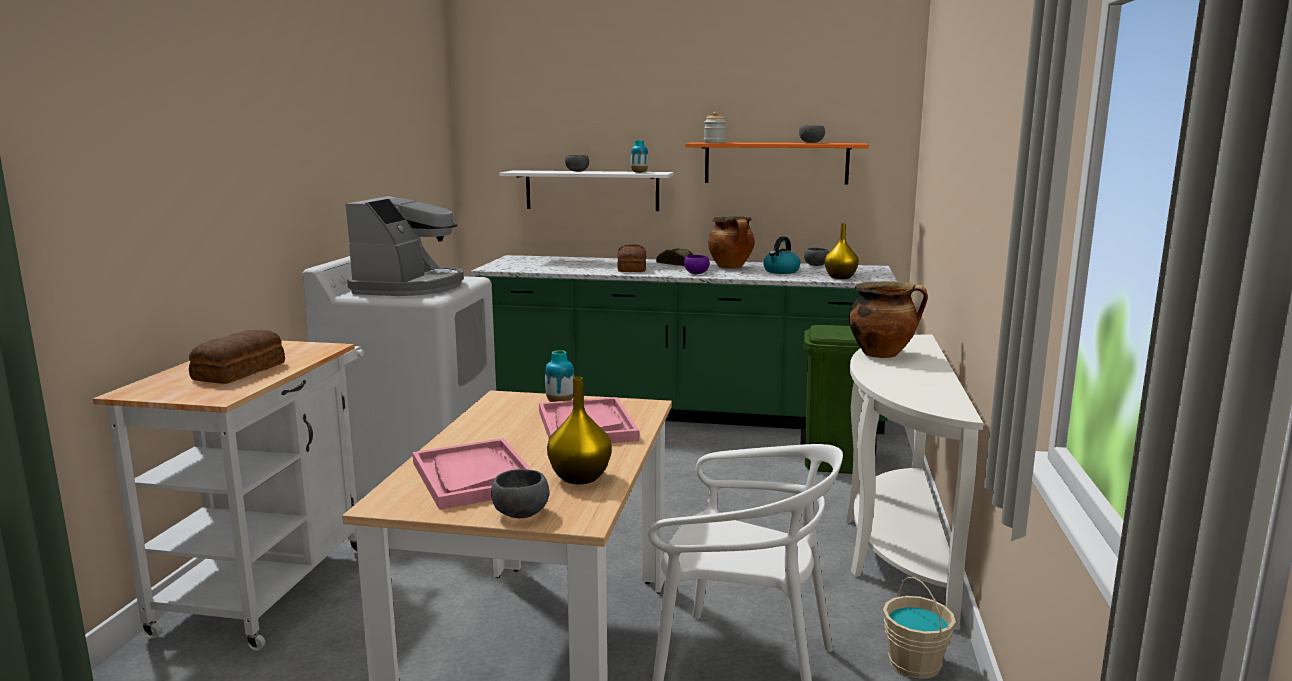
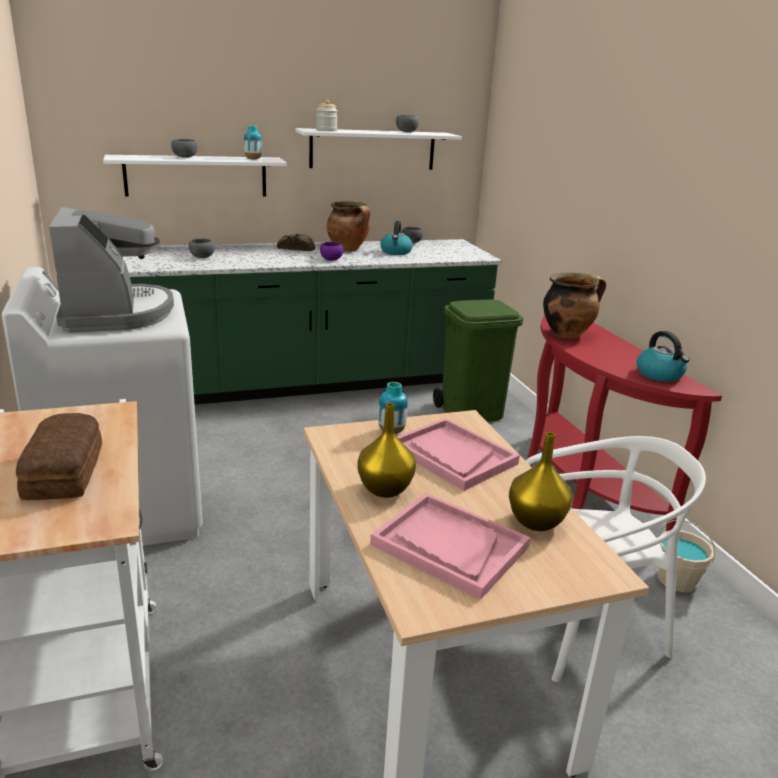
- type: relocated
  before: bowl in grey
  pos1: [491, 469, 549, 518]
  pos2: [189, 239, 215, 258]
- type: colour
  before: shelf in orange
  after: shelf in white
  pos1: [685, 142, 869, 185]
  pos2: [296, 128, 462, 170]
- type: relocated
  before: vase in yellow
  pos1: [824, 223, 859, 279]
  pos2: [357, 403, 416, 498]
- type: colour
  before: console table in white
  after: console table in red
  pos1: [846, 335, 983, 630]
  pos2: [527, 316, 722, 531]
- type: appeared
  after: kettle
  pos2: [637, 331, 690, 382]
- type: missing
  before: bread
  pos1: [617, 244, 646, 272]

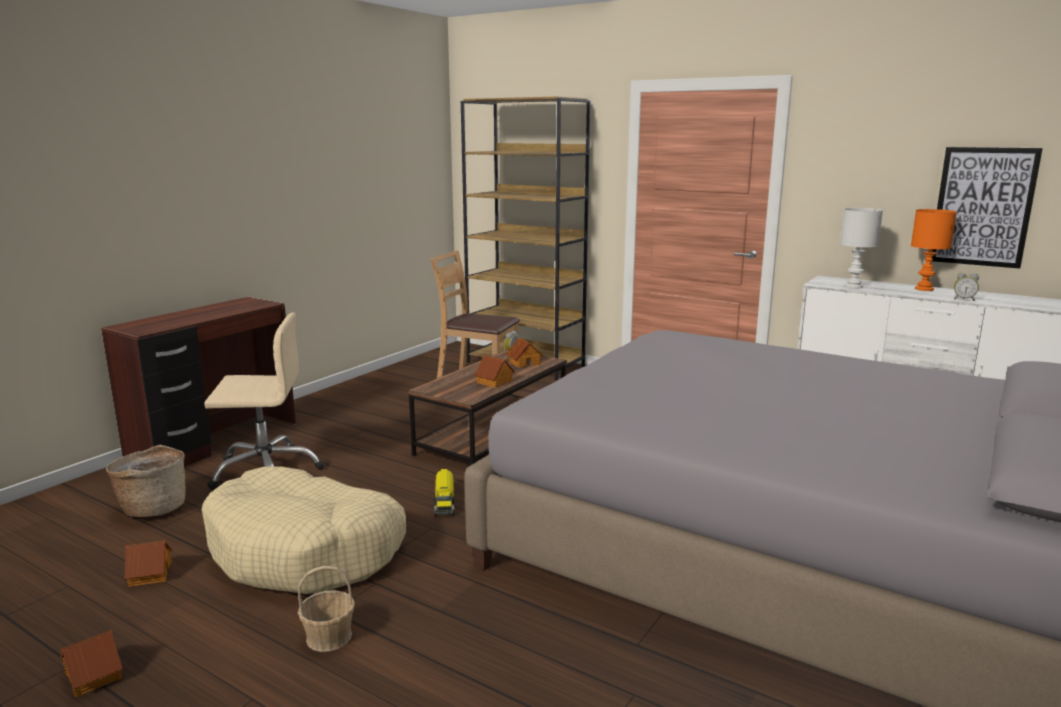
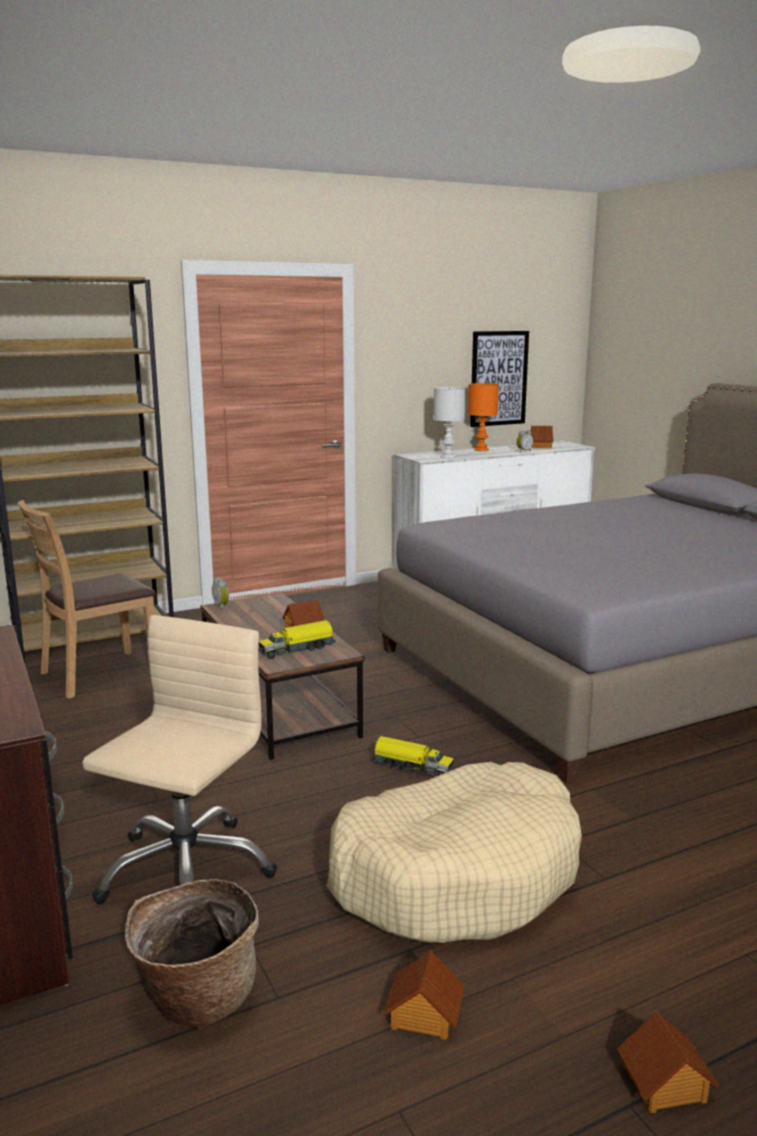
- type: appeared
  after: toy truck
  pos2: [258, 620, 336, 659]
- type: relocated
  before: toy house
  pos1: [506, 337, 544, 368]
  pos2: [531, 426, 553, 448]
- type: missing
  before: basket
  pos1: [298, 566, 355, 652]

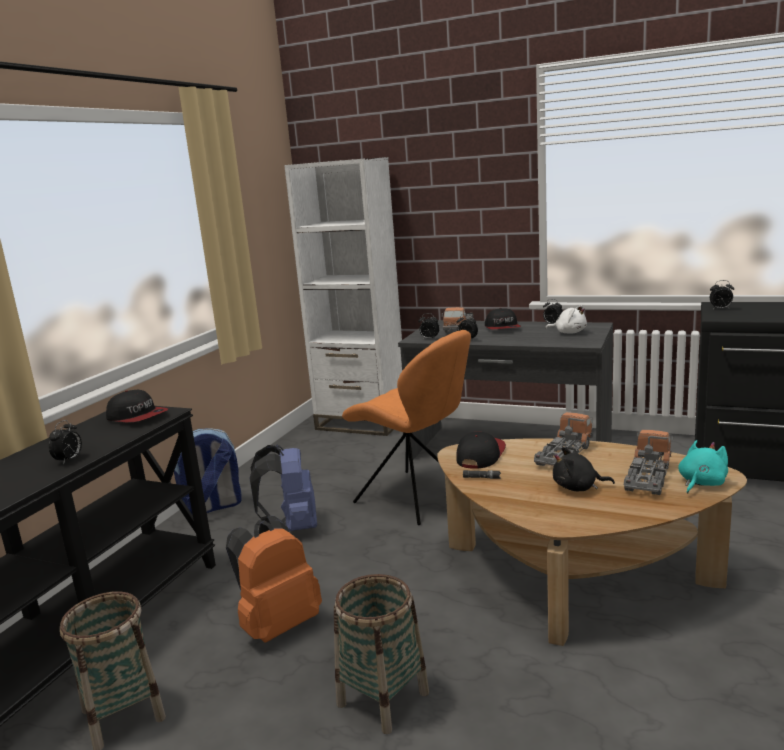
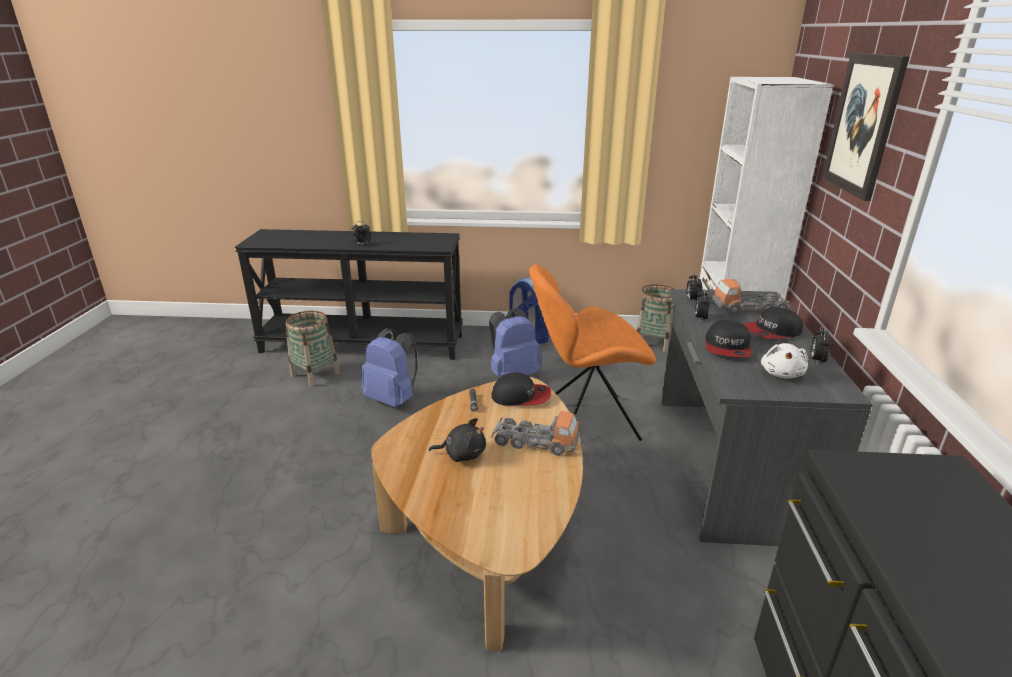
- type: colour
  before: backpack in orange
  after: backpack in blue
  pos1: [226, 516, 322, 642]
  pos2: [361, 328, 418, 407]
- type: spun
  before: plush toy in black
  pos1: [553, 447, 615, 492]
  pos2: [429, 418, 486, 462]
  turn: 105
- type: spun
  before: chair in orange
  pos1: [342, 330, 471, 525]
  pos2: [529, 264, 656, 441]
  turn: 60
- type: relocated
  before: basket
  pos1: [334, 574, 429, 734]
  pos2: [637, 284, 674, 352]
- type: relocated
  before: cap
  pos1: [106, 390, 168, 423]
  pos2: [705, 320, 752, 357]
- type: appeared
  after: picture
  pos2: [822, 53, 909, 201]
- type: missing
  before: toy truck
  pos1: [624, 430, 673, 495]
- type: missing
  before: plush toy in turquoise
  pos1: [678, 440, 728, 494]
- type: missing
  before: alarm clock
  pos1: [710, 280, 734, 309]

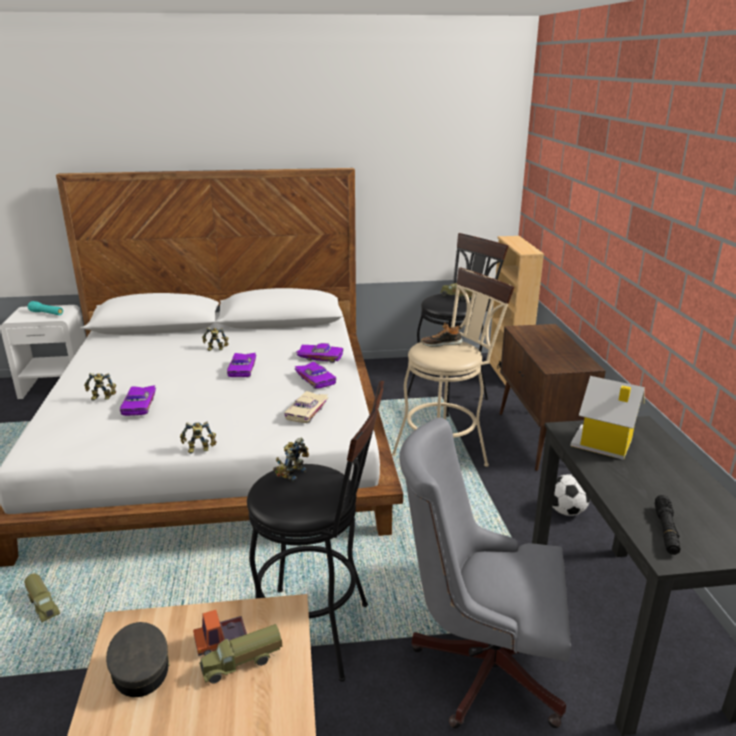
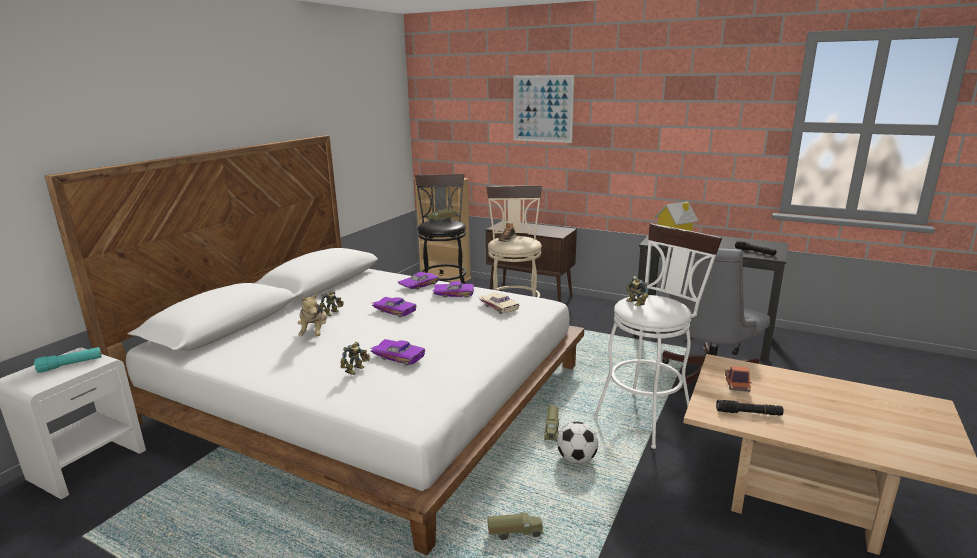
- type: appeared
  after: plush toy
  pos2: [298, 293, 327, 336]
- type: appeared
  after: picture
  pos2: [514, 75, 574, 143]
- type: relocated
  before: toy truck
  pos1: [199, 624, 282, 684]
  pos2: [544, 405, 559, 441]
- type: relocated
  before: football
  pos1: [553, 474, 590, 516]
  pos2: [557, 422, 598, 464]
- type: colour
  before: stool in black
  after: stool in white
  pos1: [247, 381, 384, 681]
  pos2: [593, 224, 722, 449]
- type: exchanged
  before: cap in grey
  after: flashlight in black
  pos1: [106, 622, 170, 697]
  pos2: [716, 400, 784, 416]
- type: missing
  before: toy robot
  pos1: [180, 422, 217, 454]

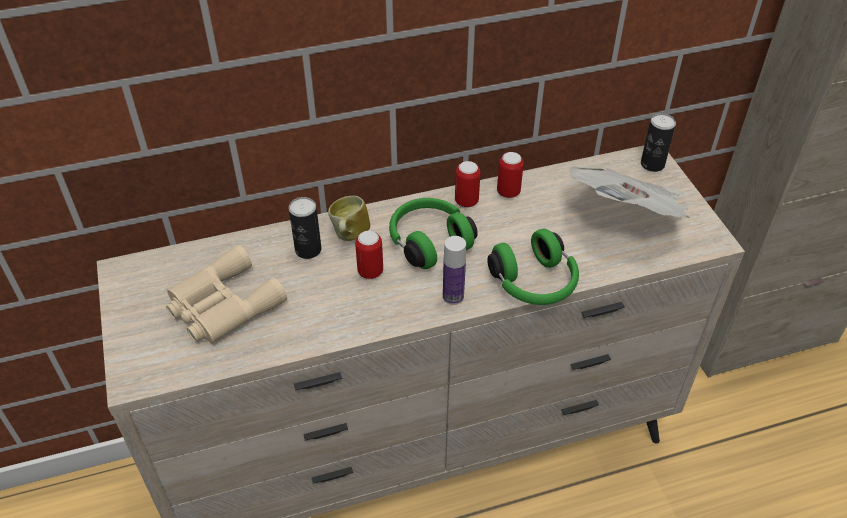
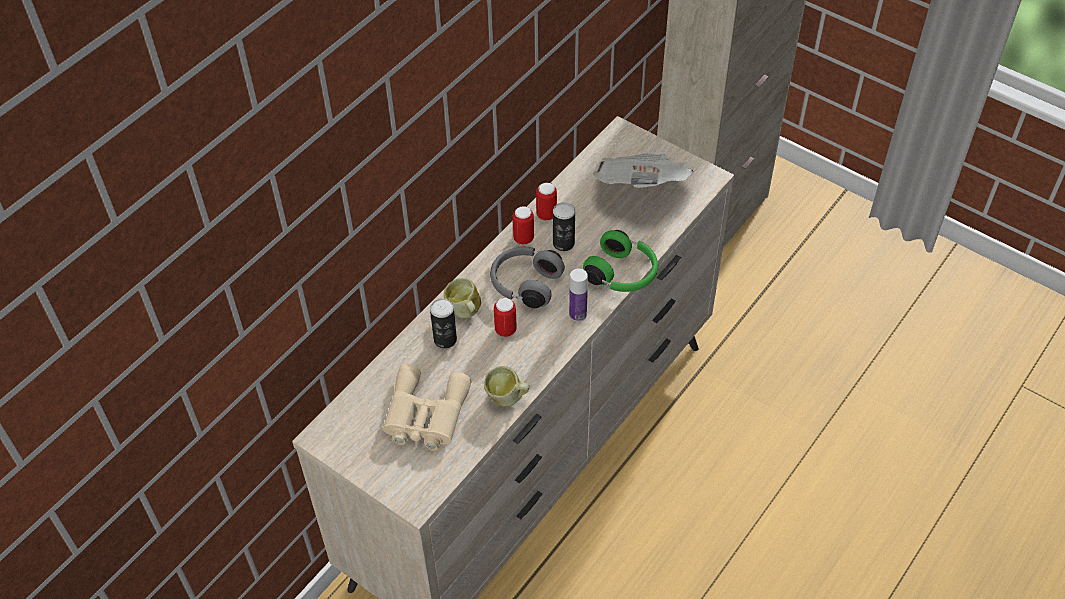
- type: appeared
  after: mug
  pos2: [484, 366, 530, 407]
- type: colour
  before: headphones in green
  after: headphones in grey
  pos1: [389, 198, 478, 269]
  pos2: [490, 247, 565, 308]
- type: relocated
  before: can
  pos1: [641, 113, 676, 172]
  pos2: [553, 202, 575, 251]

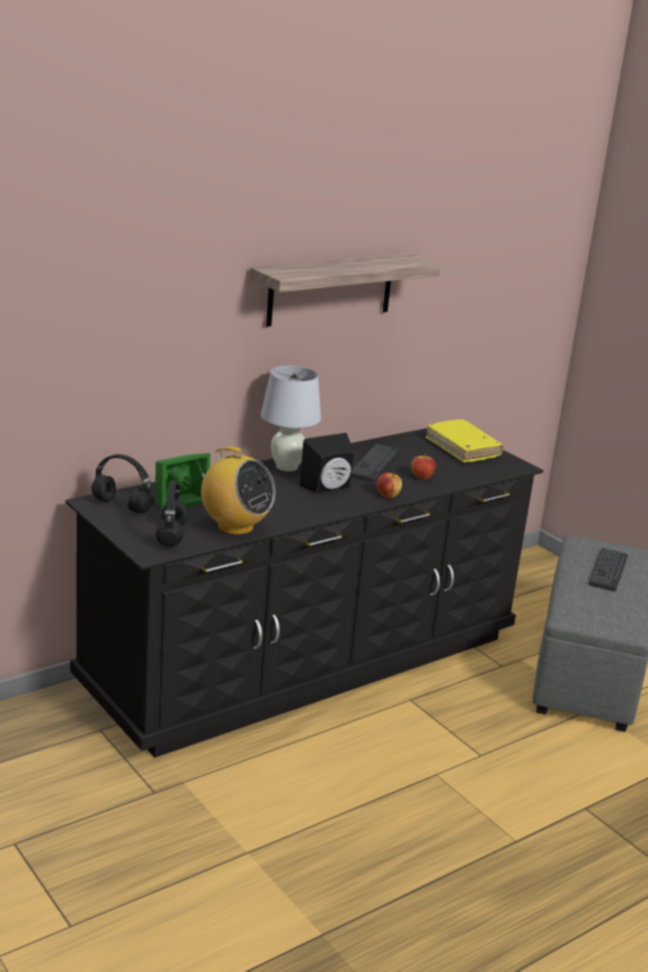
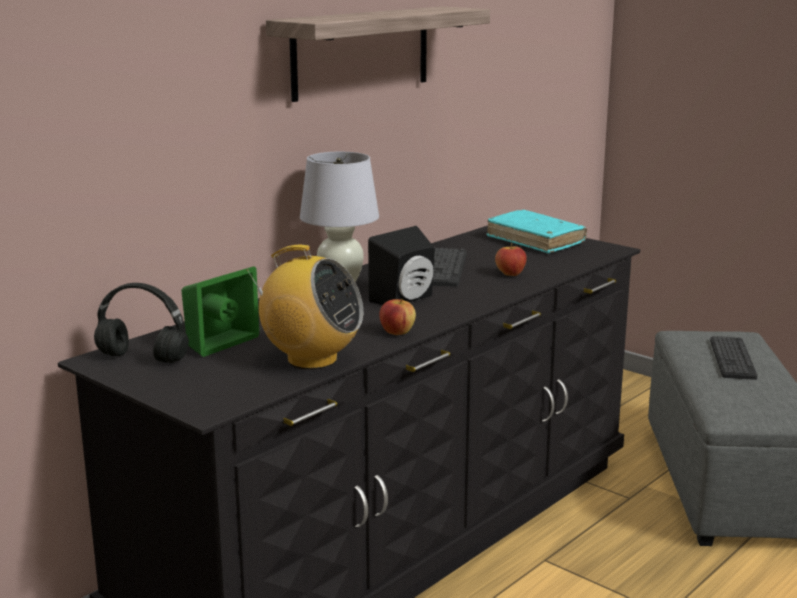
- type: relocated
  before: apple
  pos1: [377, 473, 402, 498]
  pos2: [379, 298, 416, 335]
- type: colour
  before: book in yellow
  after: book in turquoise
  pos1: [426, 420, 504, 463]
  pos2: [486, 210, 587, 253]
- type: missing
  before: headphones in black
  pos1: [156, 481, 188, 547]

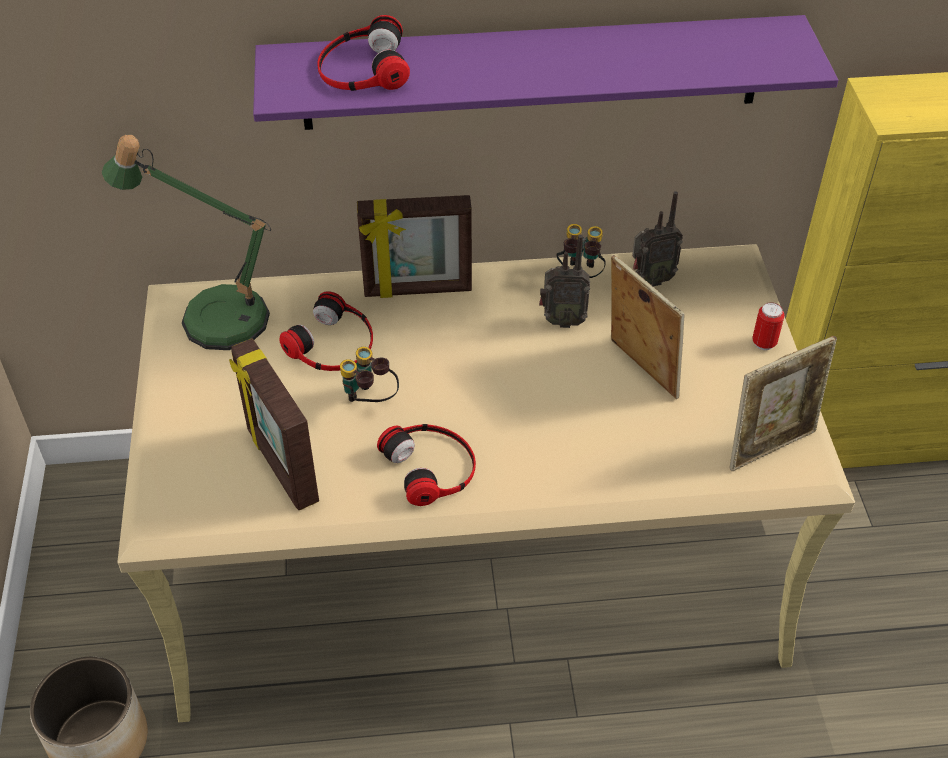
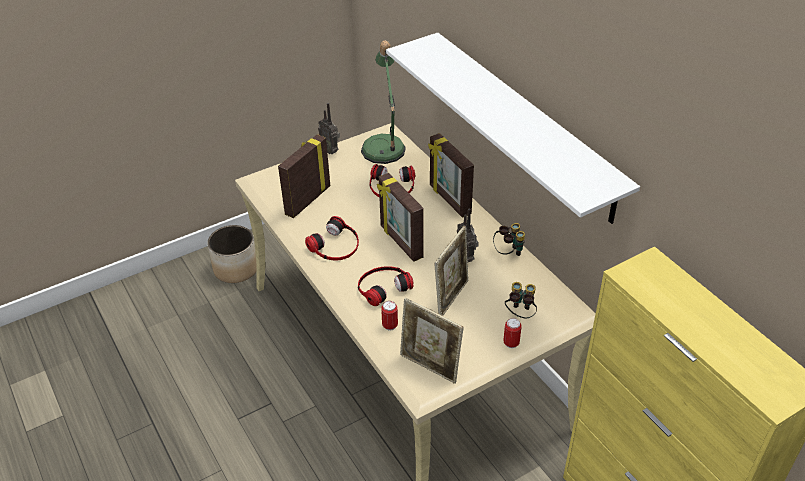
- type: relocated
  before: radio
  pos1: [632, 191, 683, 286]
  pos2: [318, 103, 340, 154]
- type: relocated
  before: headphones
  pos1: [317, 15, 410, 91]
  pos2: [358, 266, 414, 306]
- type: appeared
  after: picture frame
  pos2: [377, 173, 424, 262]
- type: appeared
  after: can
  pos2: [381, 301, 398, 330]
- type: colour
  before: shelf in purple
  after: shelf in white
  pos1: [253, 15, 838, 130]
  pos2: [386, 33, 640, 224]
- type: relocated
  before: binoculars
  pos1: [340, 347, 399, 402]
  pos2: [505, 282, 537, 318]

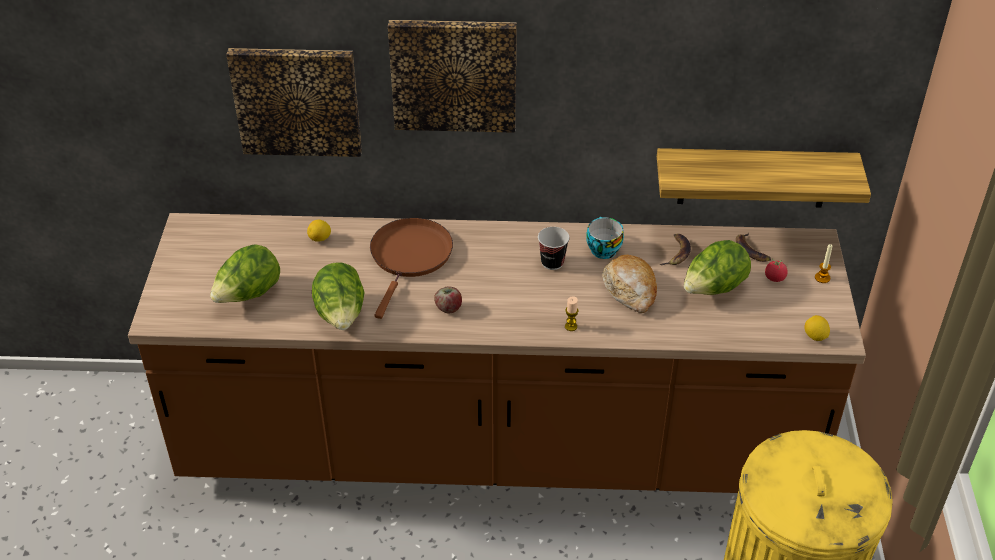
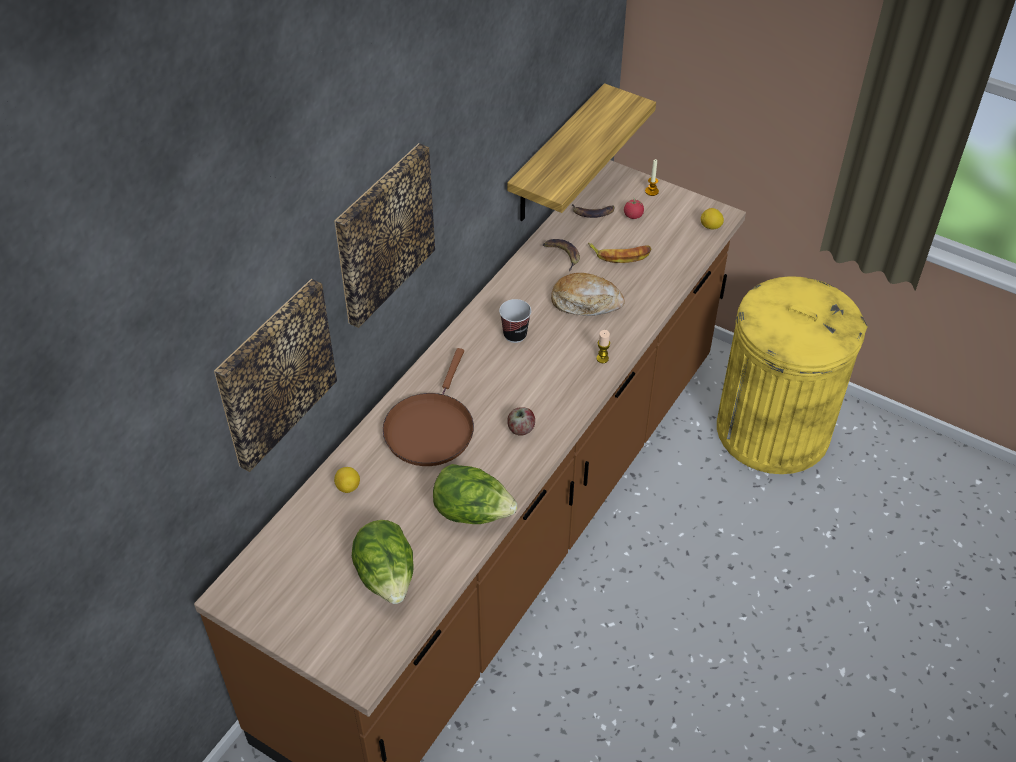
- type: spun
  before: frying pan in brown
  pos1: [370, 218, 453, 319]
  pos2: [383, 348, 474, 466]
  turn: -120
- type: exchanged
  before: lettuce
  after: banana
  pos1: [684, 240, 751, 295]
  pos2: [588, 243, 651, 263]
- type: missing
  before: cup
  pos1: [586, 217, 624, 259]

